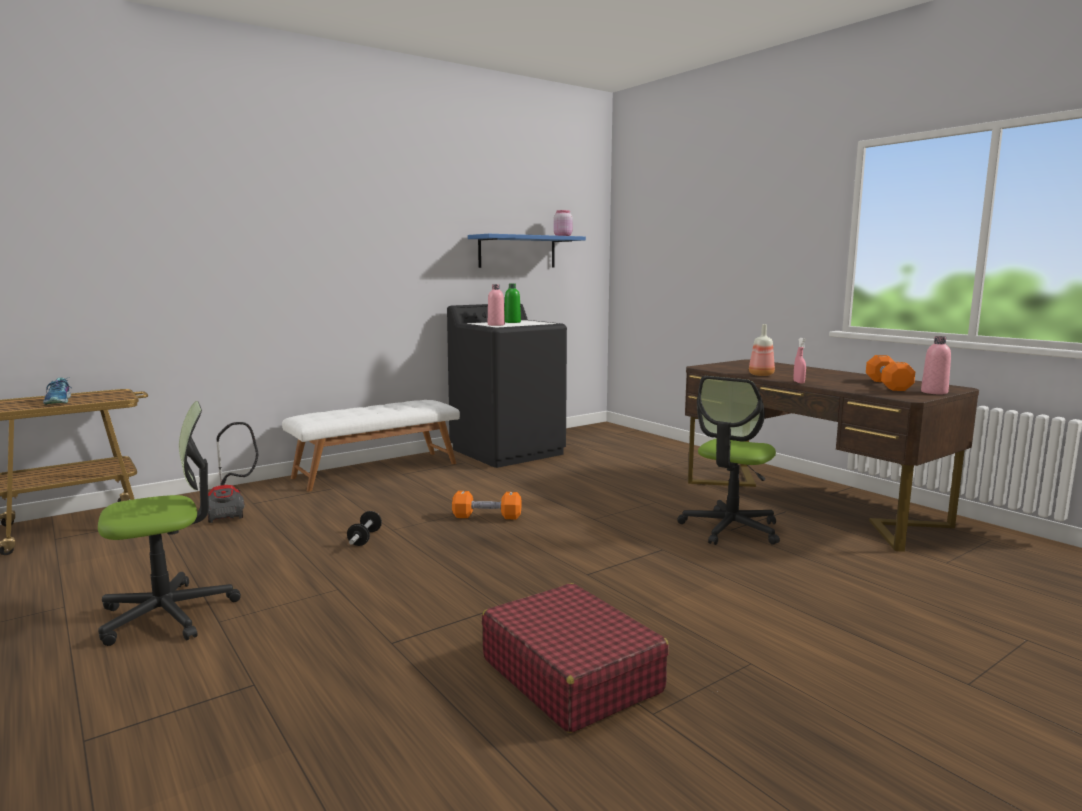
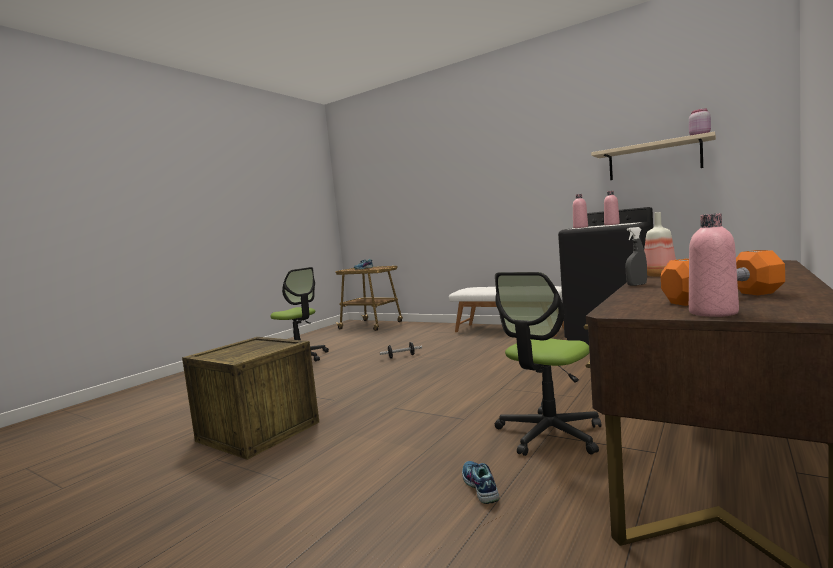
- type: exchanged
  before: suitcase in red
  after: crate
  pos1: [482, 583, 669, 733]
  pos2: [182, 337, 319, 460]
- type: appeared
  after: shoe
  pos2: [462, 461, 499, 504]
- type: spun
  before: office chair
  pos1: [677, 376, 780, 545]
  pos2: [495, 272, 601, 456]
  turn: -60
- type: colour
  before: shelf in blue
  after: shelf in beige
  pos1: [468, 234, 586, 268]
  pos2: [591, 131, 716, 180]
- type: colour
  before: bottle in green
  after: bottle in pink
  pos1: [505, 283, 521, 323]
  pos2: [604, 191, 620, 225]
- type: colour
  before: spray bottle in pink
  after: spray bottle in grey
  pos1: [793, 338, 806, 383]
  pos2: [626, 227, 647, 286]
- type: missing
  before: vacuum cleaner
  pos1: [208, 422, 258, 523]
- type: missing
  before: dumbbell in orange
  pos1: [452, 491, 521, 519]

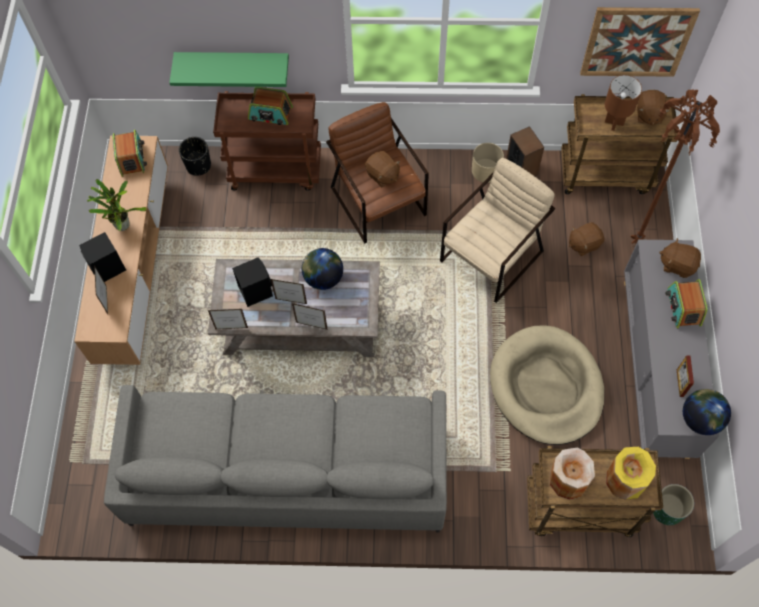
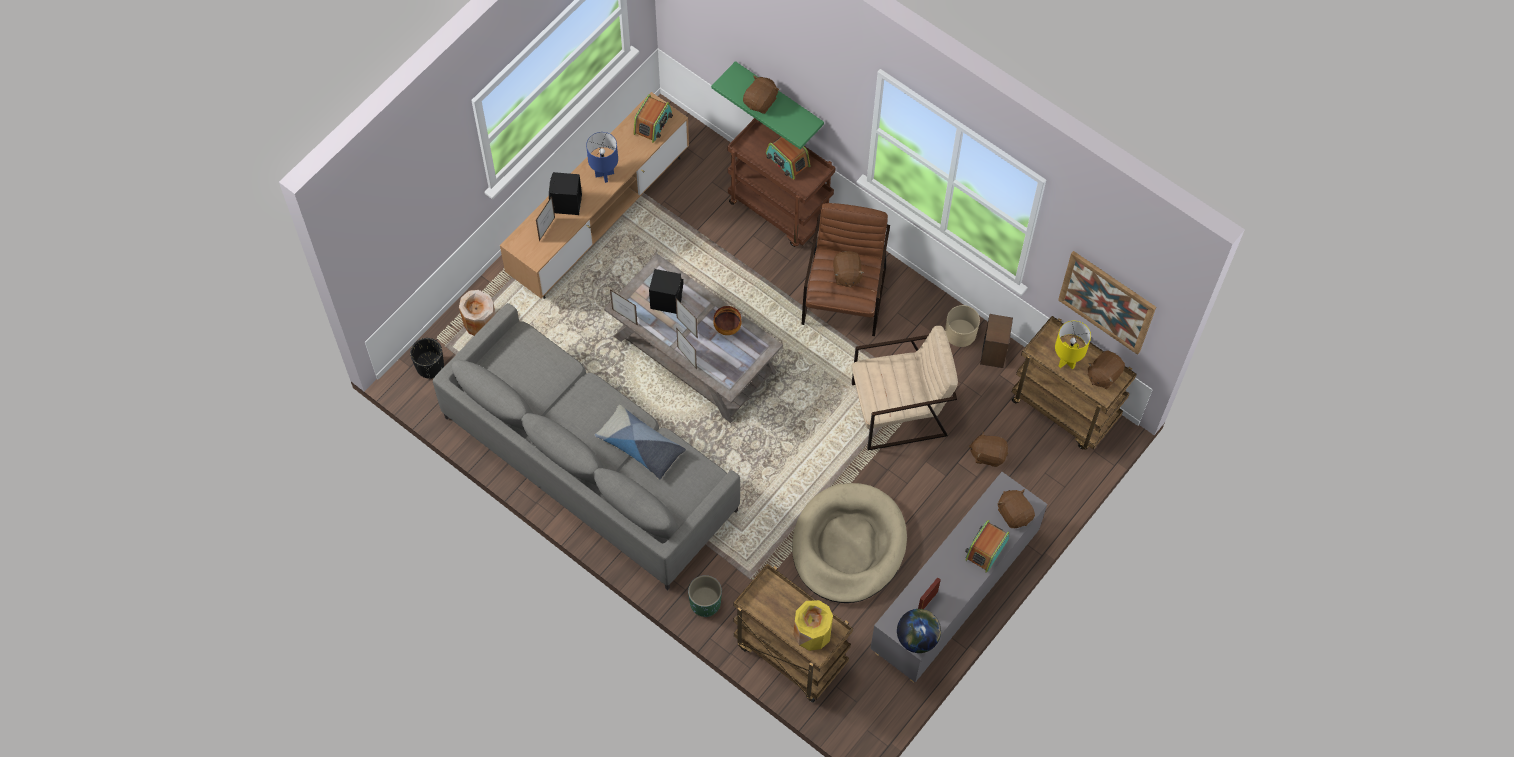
- type: relocated
  before: planter in black
  pos1: [179, 137, 211, 176]
  pos2: [410, 338, 444, 379]
- type: relocated
  before: vase in beige
  pos1: [550, 448, 595, 500]
  pos2: [459, 290, 496, 336]
- type: exchanged
  before: potted plant
  after: table lamp in blue
  pos1: [87, 179, 147, 231]
  pos2: [586, 132, 618, 183]
- type: appeared
  after: pillow
  pos2: [595, 405, 686, 480]
- type: relocated
  before: planter in green
  pos1: [653, 484, 694, 525]
  pos2: [688, 575, 722, 617]
- type: exchanged
  before: globe
  after: bowl
  pos1: [302, 248, 343, 290]
  pos2: [713, 306, 741, 335]
- type: appeared
  after: plush toy in brown
  pos2: [743, 75, 779, 114]
- type: colour
  before: table lamp in brown
  after: table lamp in yellow
  pos1: [605, 75, 642, 131]
  pos2: [1055, 321, 1091, 369]
- type: missing
  before: floor lamp in brown
  pos1: [631, 90, 720, 244]

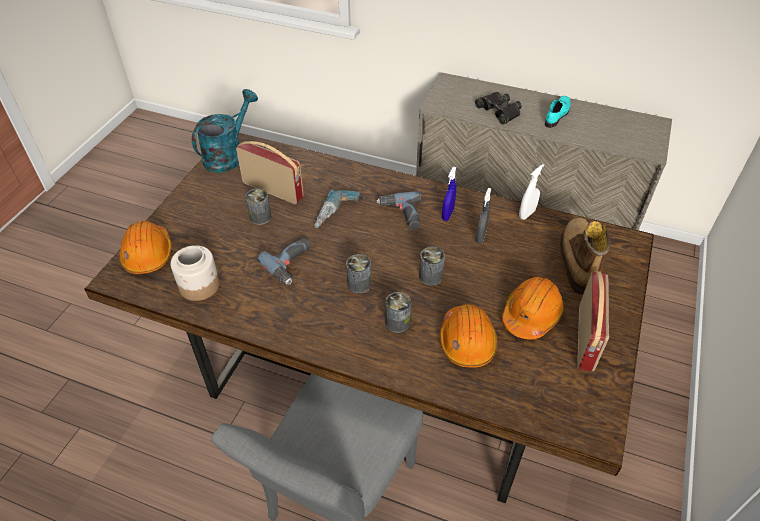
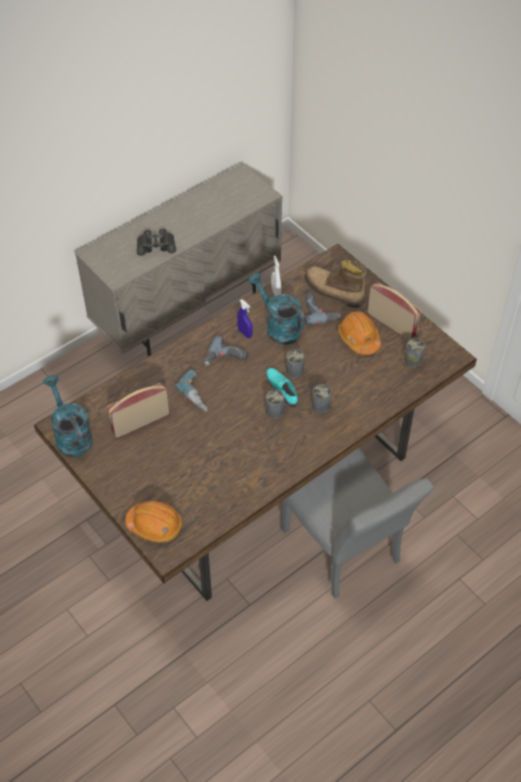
- type: exchanged
  before: spray bottle in grey
  after: watering can in turquoise
  pos1: [475, 188, 491, 243]
  pos2: [248, 273, 305, 345]
- type: relocated
  before: shoe in turquoise
  pos1: [545, 96, 570, 128]
  pos2: [266, 368, 298, 408]
- type: relocated
  before: power drill
  pos1: [257, 238, 310, 285]
  pos2: [305, 292, 341, 325]
- type: relocated
  before: can
  pos1: [245, 188, 271, 225]
  pos2: [404, 338, 425, 367]
- type: missing
  before: jar
  pos1: [170, 245, 220, 301]
- type: missing
  before: hard hat in orange
  pos1: [440, 304, 497, 368]

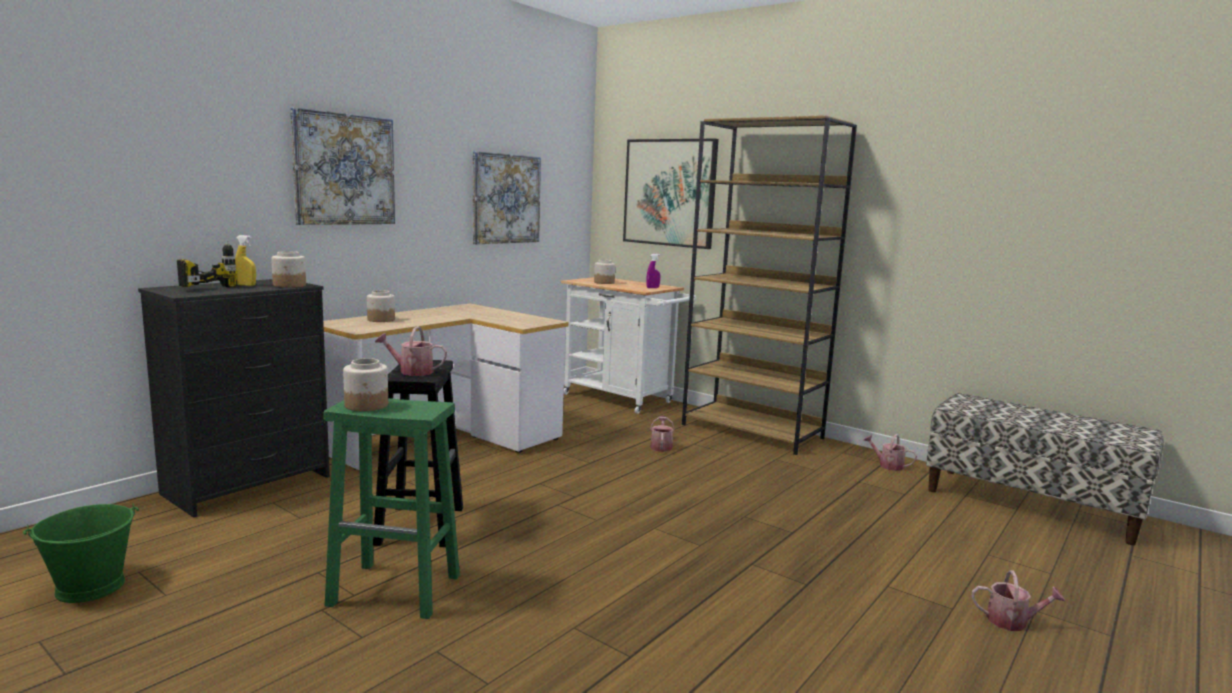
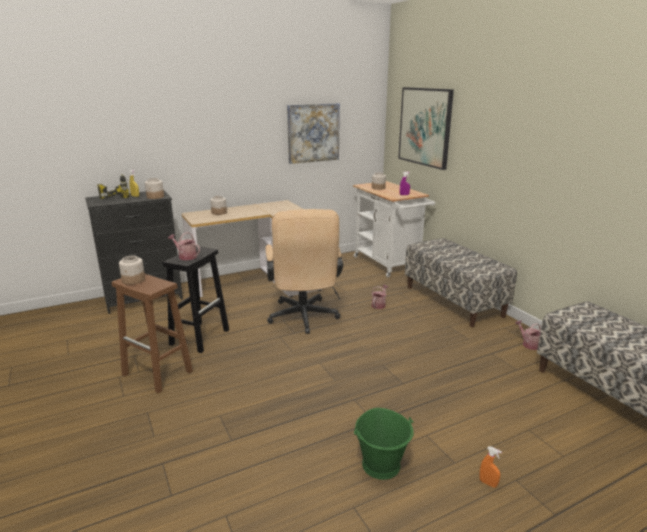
- type: colour
  before: stool in green
  after: stool in brown
  pos1: [324, 398, 460, 619]
  pos2: [111, 273, 193, 393]
- type: appeared
  after: office chair in beige
  pos2: [266, 209, 343, 334]
- type: relocated
  before: bucket in green
  pos1: [23, 503, 139, 603]
  pos2: [354, 408, 414, 480]
- type: exchanged
  before: bookcase in brown
  after: bench
  pos1: [682, 115, 857, 455]
  pos2: [405, 238, 517, 327]
- type: exchanged
  before: watering can
  after: spray bottle in orange
  pos1: [971, 570, 1065, 631]
  pos2: [480, 446, 502, 488]
- type: missing
  before: picture
  pos1: [290, 107, 395, 225]

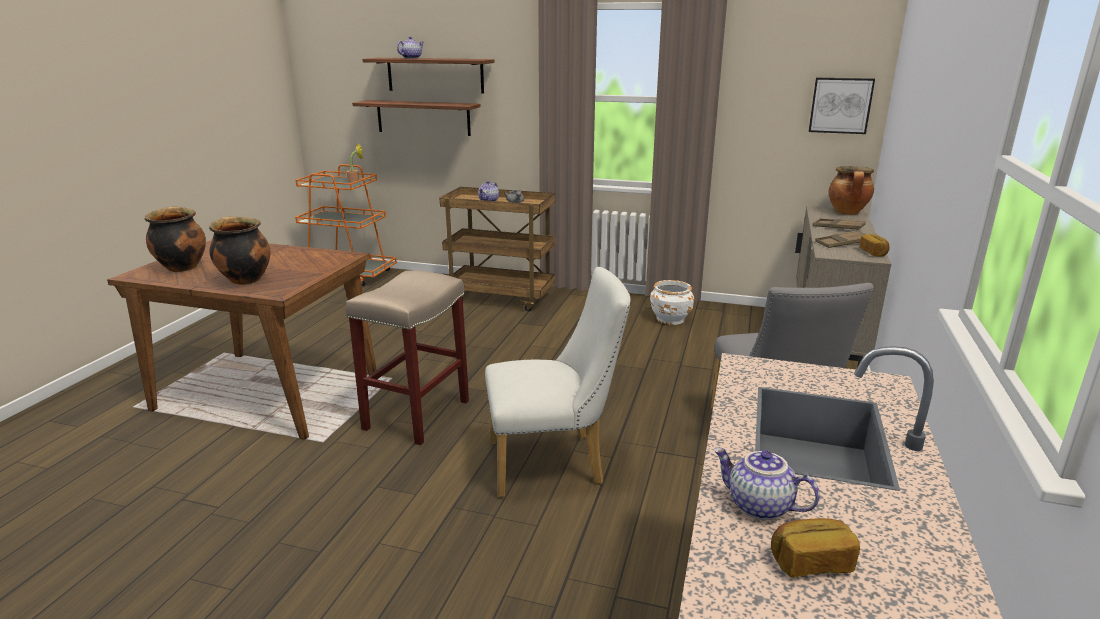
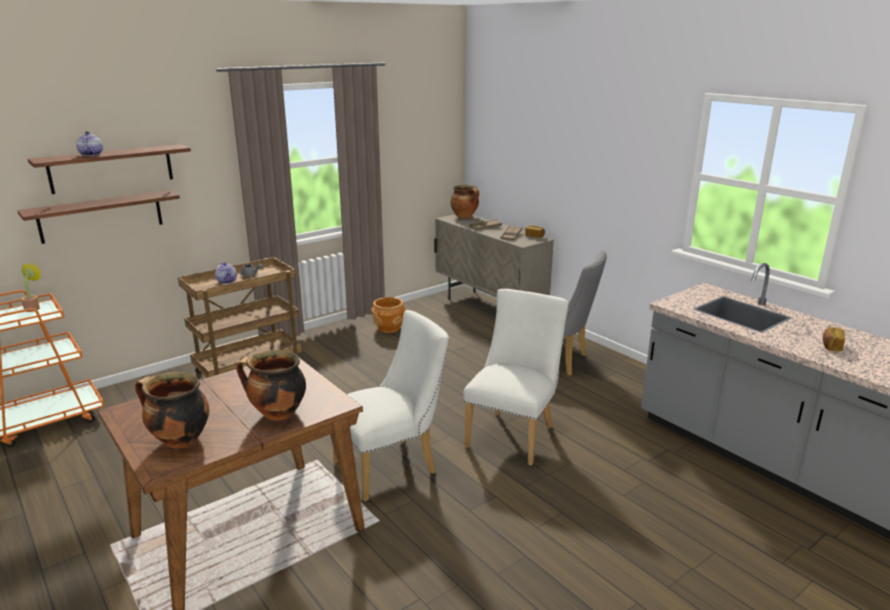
- type: exchanged
  before: stool in beige
  after: chair in white
  pos1: [346, 270, 469, 445]
  pos2: [333, 310, 449, 501]
- type: colour
  before: planter in white
  after: planter in brown
  pos1: [650, 280, 694, 325]
  pos2: [371, 297, 405, 333]
- type: missing
  before: teapot
  pos1: [713, 448, 820, 520]
- type: missing
  before: picture
  pos1: [809, 78, 875, 134]

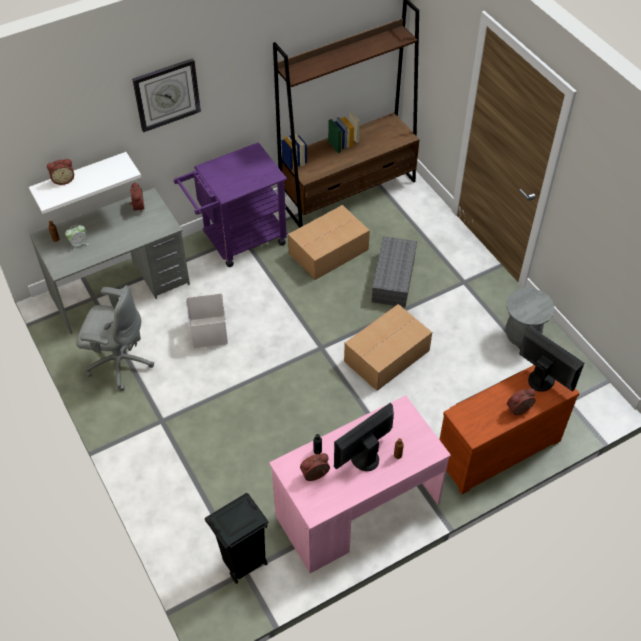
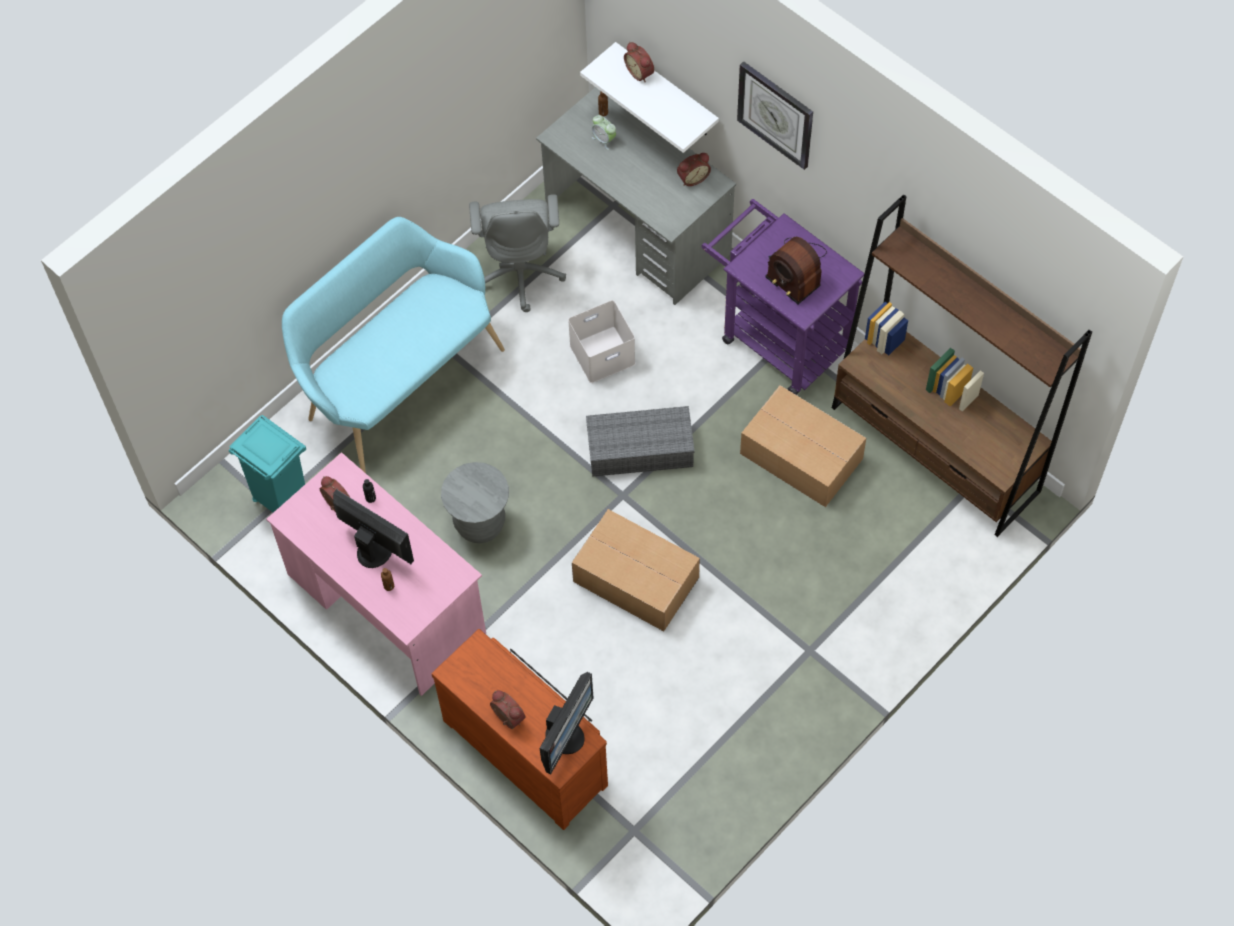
- type: colour
  before: trash can in black
  after: trash can in turquoise
  pos1: [205, 493, 269, 584]
  pos2: [229, 415, 306, 513]
- type: appeared
  after: bench in turquoise
  pos2: [282, 217, 505, 473]
- type: relocated
  before: stool in grey
  pos1: [506, 288, 554, 347]
  pos2: [441, 462, 509, 543]
- type: relocated
  before: storage box in grey
  pos1: [372, 236, 417, 307]
  pos2: [586, 406, 695, 477]
- type: appeared
  after: radio
  pos2: [766, 237, 827, 304]

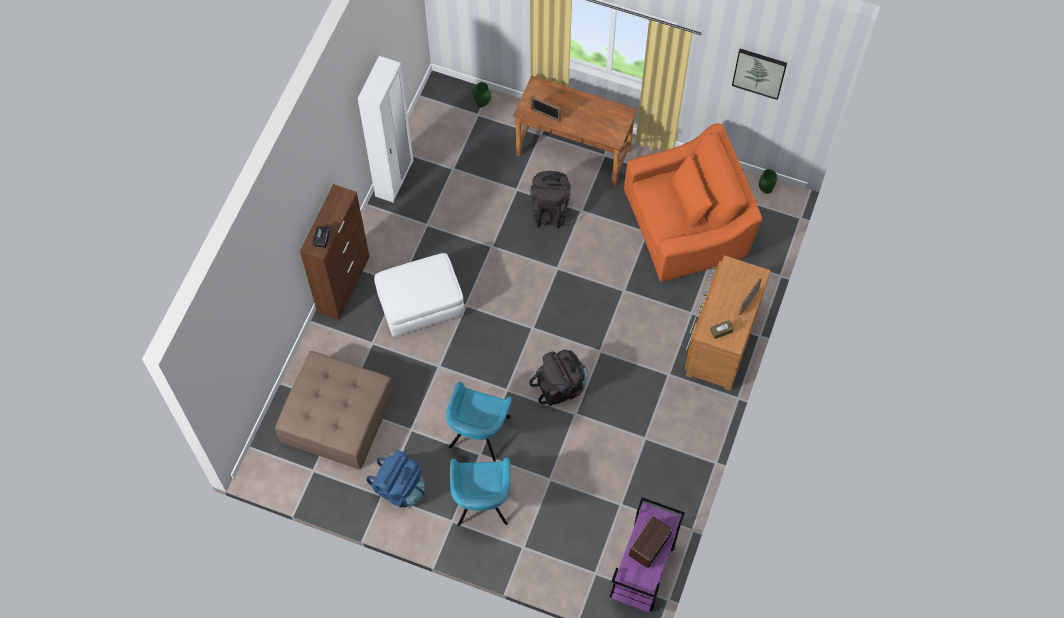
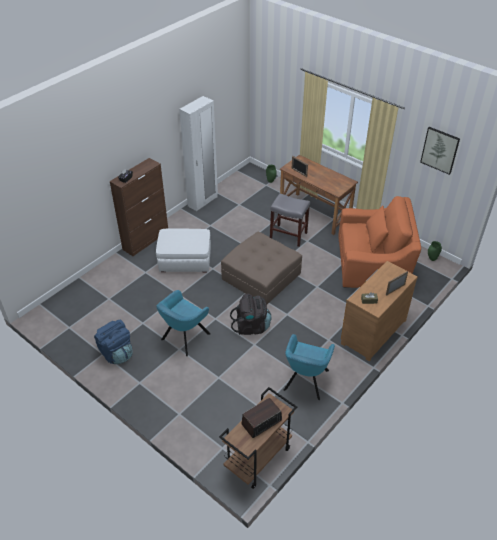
- type: colour
  before: cart in purple
  after: cart in brown
  pos1: [610, 497, 685, 612]
  pos2: [219, 387, 297, 489]
- type: relocated
  before: ottoman in brown
  pos1: [275, 351, 394, 469]
  pos2: [221, 232, 302, 305]
- type: exchanged
  before: backpack in black
  after: stool in grey
  pos1: [530, 171, 571, 228]
  pos2: [270, 193, 310, 247]
- type: relocated
  before: armchair in turquoise
  pos1: [450, 457, 511, 526]
  pos2: [284, 334, 335, 400]

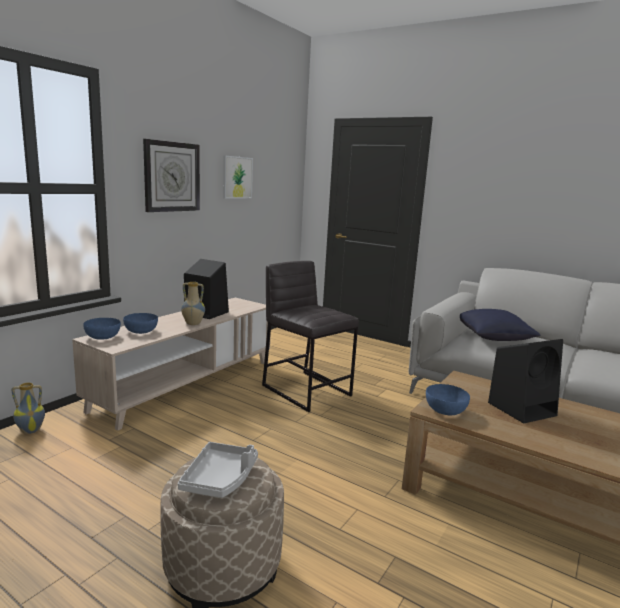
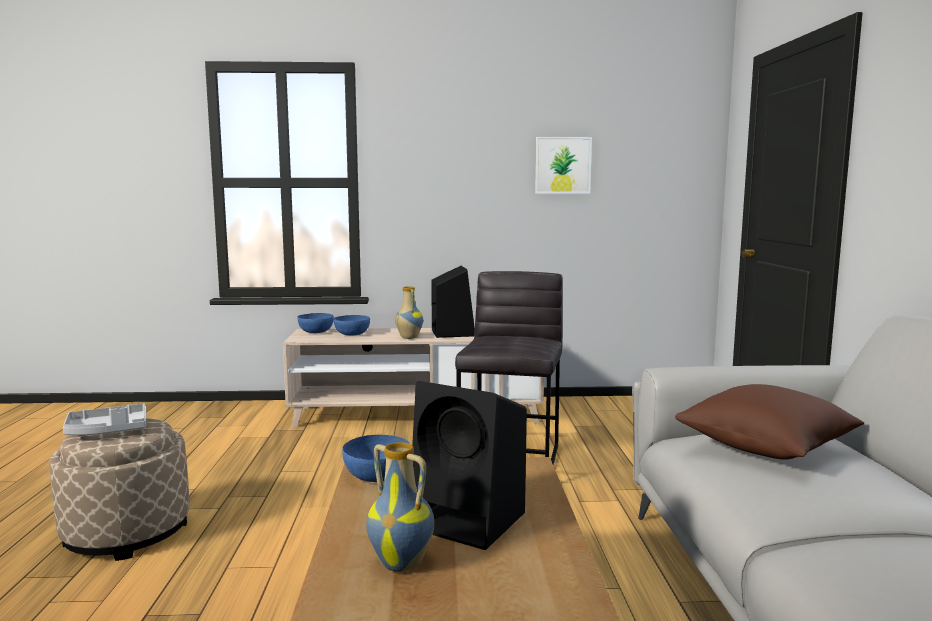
- type: relocated
  before: vase
  pos1: [12, 383, 45, 434]
  pos2: [366, 442, 434, 572]
- type: colour
  before: pillow in blue
  after: pillow in brown
  pos1: [460, 309, 541, 341]
  pos2: [675, 384, 864, 460]
- type: missing
  before: wall clock
  pos1: [143, 139, 200, 212]

